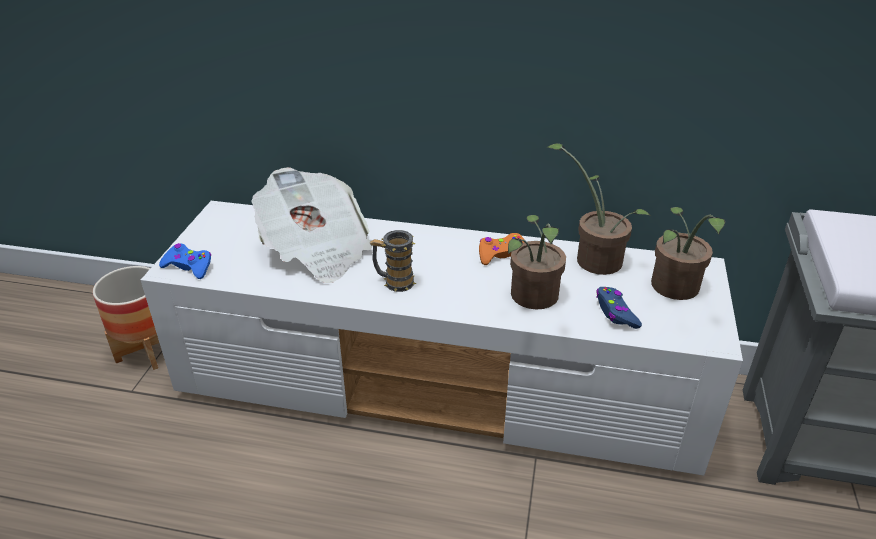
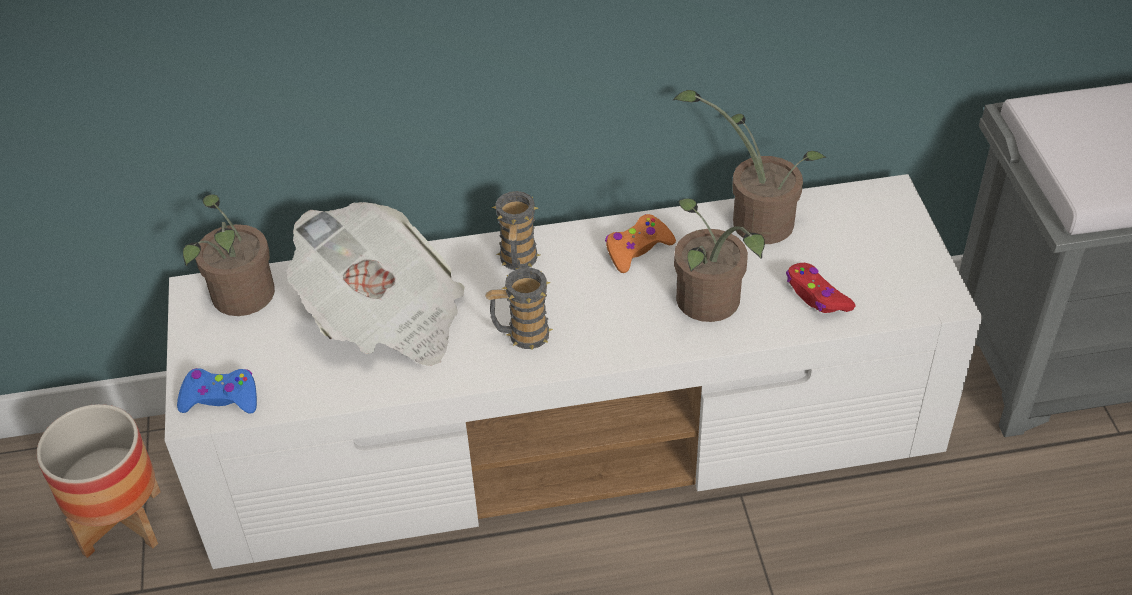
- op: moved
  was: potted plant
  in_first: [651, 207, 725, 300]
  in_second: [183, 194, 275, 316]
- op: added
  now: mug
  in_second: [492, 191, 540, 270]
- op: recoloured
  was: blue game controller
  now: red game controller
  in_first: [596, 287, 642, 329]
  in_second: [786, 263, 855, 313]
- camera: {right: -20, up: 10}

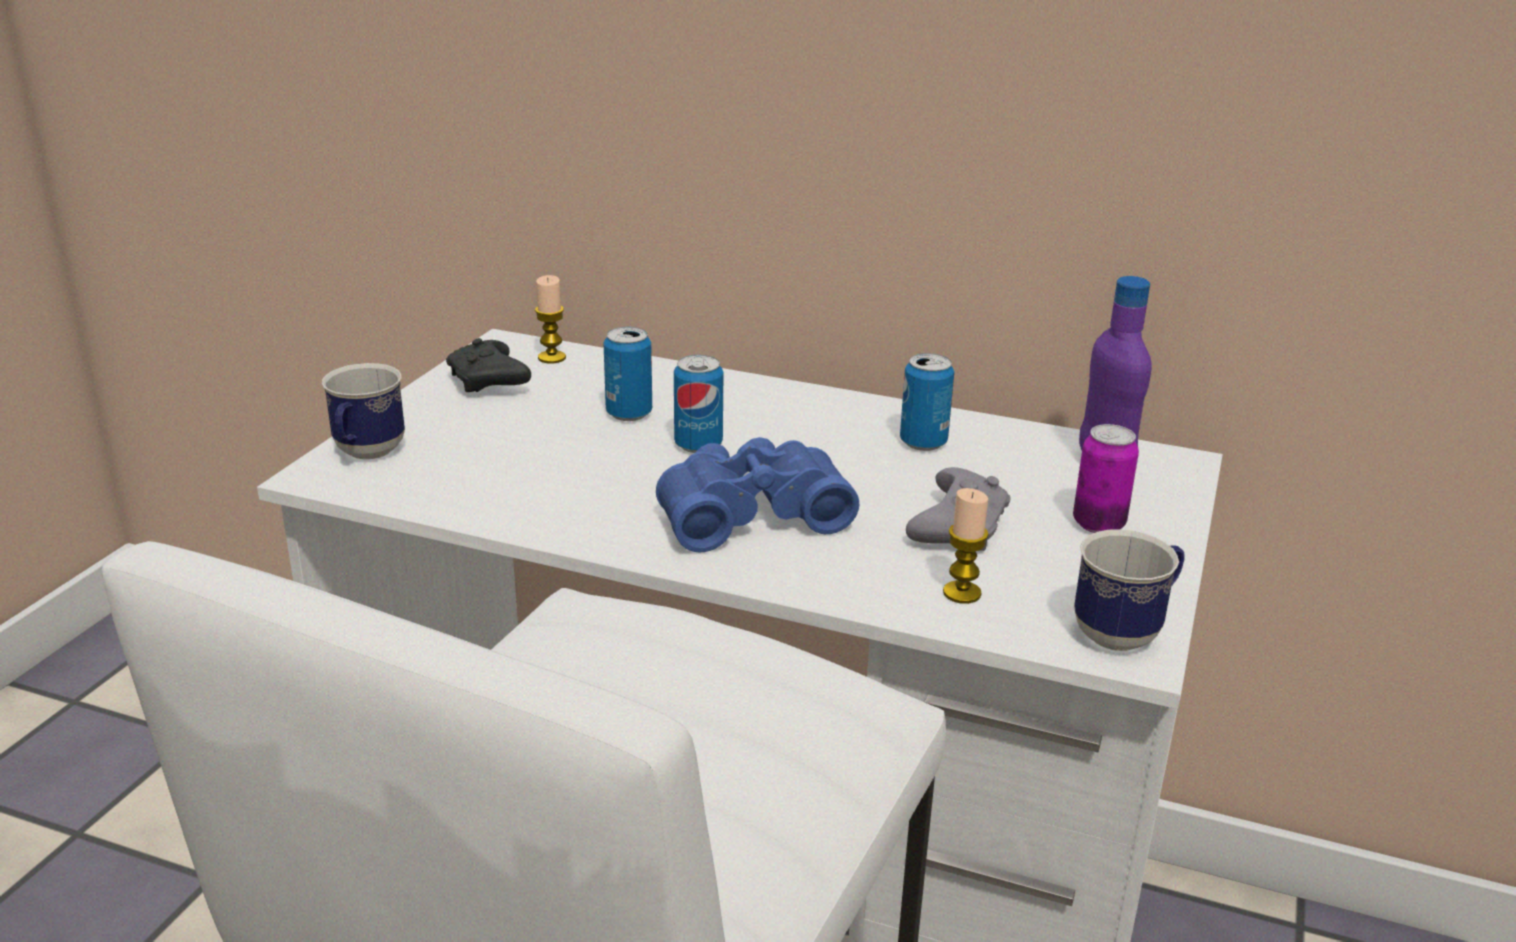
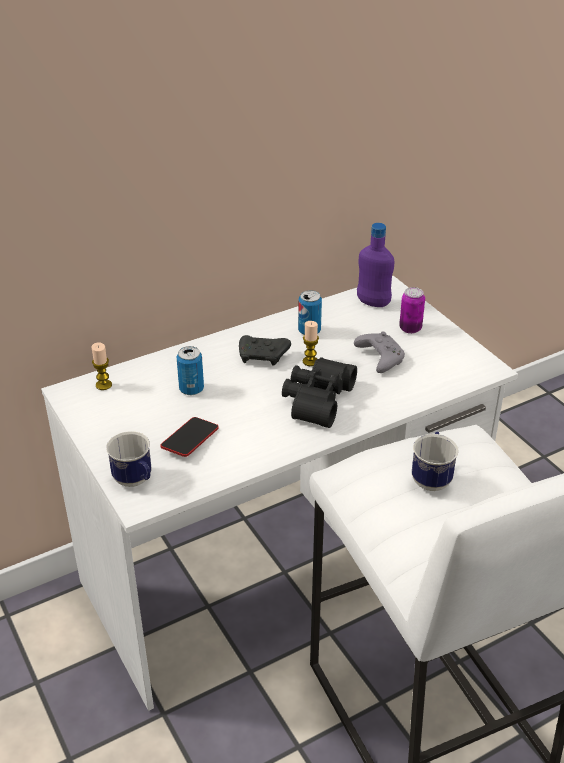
- op: added
  now: phone
  in_second: [161, 417, 219, 457]
- op: moved
  was: black game controller
  in_first: [446, 338, 531, 392]
  in_second: [239, 335, 291, 366]
- op: recoloured
  was: blue binoculars
  now: black binoculars
  in_first: [656, 437, 859, 552]
  in_second: [282, 357, 357, 428]
- op: moved
  was: candle
  in_first: [943, 488, 989, 604]
  in_second: [303, 321, 319, 366]
- op: moved
  was: mug
  in_first: [1074, 529, 1185, 651]
  in_second: [412, 432, 459, 491]
- op: removed
  was: can
  in_first: [674, 355, 723, 453]
- camera: {right: -50, up: 10}

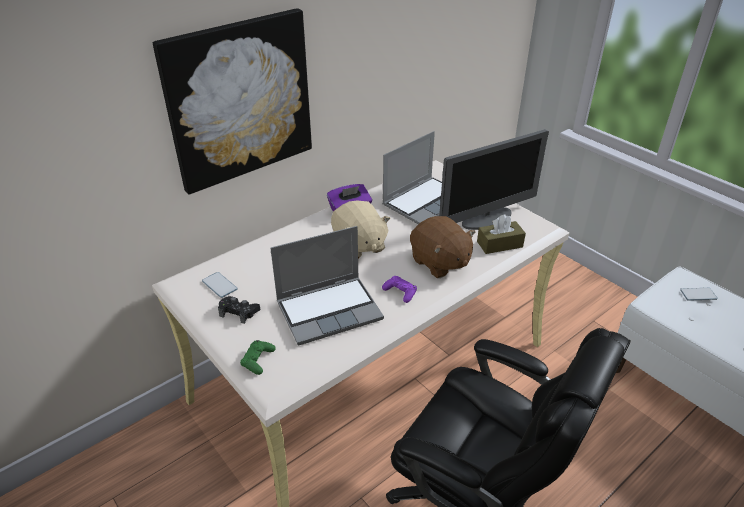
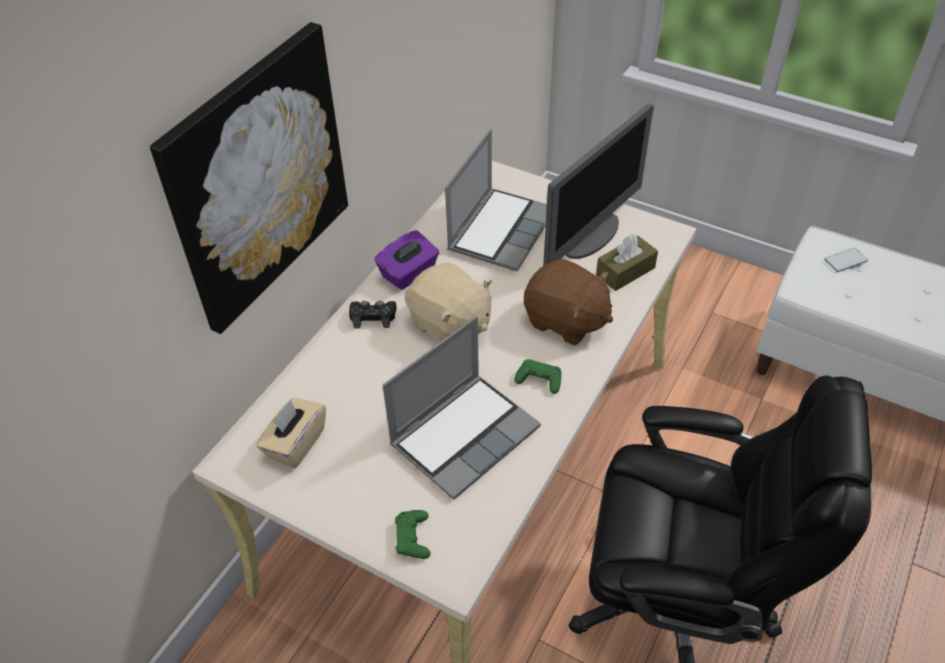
- op: replaced
  was: phone
  now: beige tissue box
  in_first: [202, 272, 238, 298]
  in_second: [256, 398, 326, 468]
- op: moved
  was: black game controller
  in_first: [218, 296, 260, 324]
  in_second: [349, 301, 397, 328]
- op: recoloured
  was: purple game controller
  now: green game controller
  in_first: [382, 276, 417, 303]
  in_second: [514, 359, 561, 394]
- camera: {right: -20, up: 10}

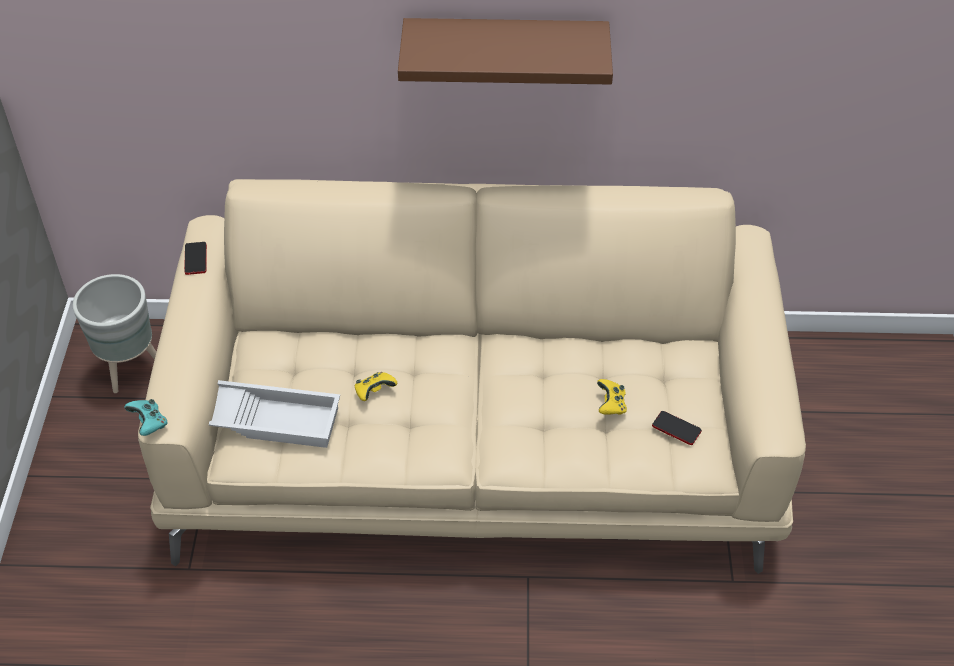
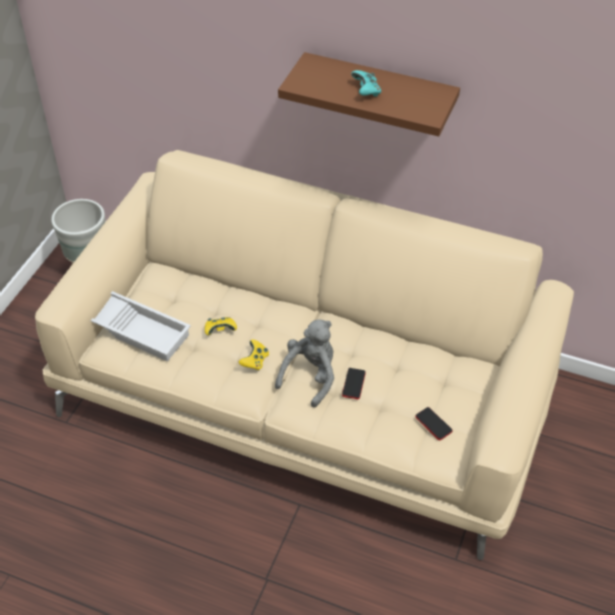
- op: moved
  was: yellow game controller
  in_first: [597, 379, 627, 415]
  in_second: [238, 339, 269, 370]
- op: added
  now: grey plush toy
  in_second: [275, 319, 334, 408]
- op: moved
  was: phone
  in_first: [184, 242, 207, 275]
  in_second: [342, 368, 366, 399]
- op: moved
  was: turquoise game controller
  in_first: [124, 399, 167, 436]
  in_second: [351, 70, 381, 97]
- camera: {right: 20, up: 0}

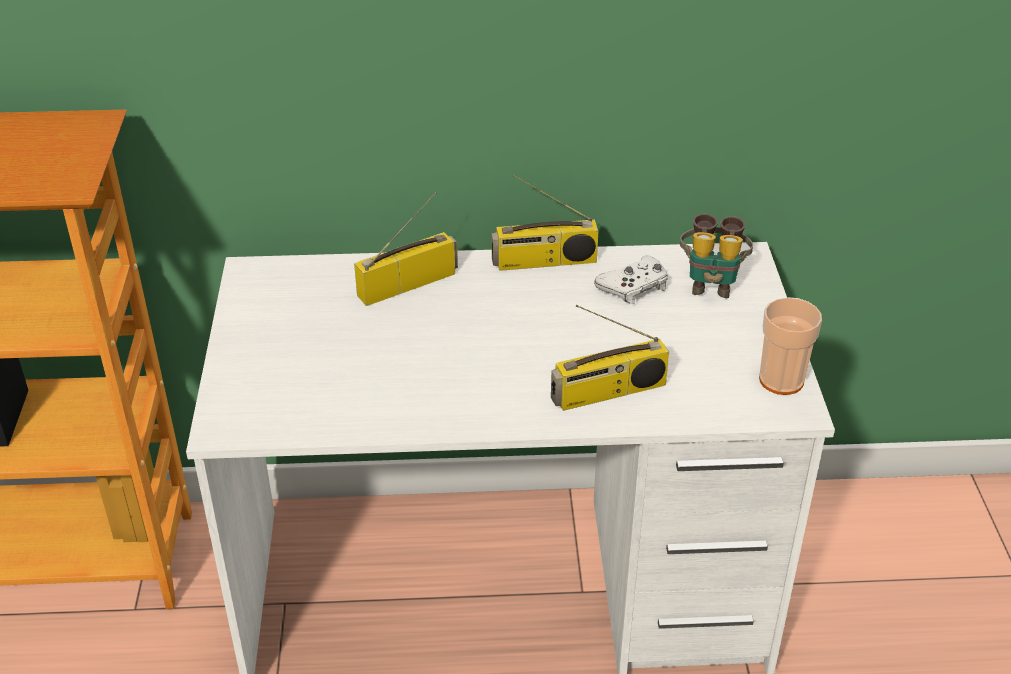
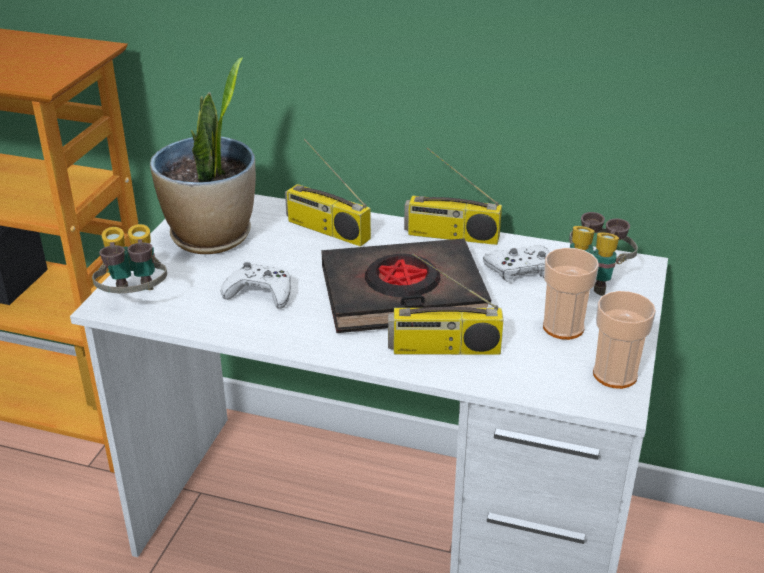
- op: added
  now: binoculars
  in_second: [92, 224, 167, 294]
- op: added
  now: potted plant
  in_second: [150, 57, 256, 254]
- op: added
  now: white game controller
  in_second: [221, 262, 291, 309]
- op: turned
  was: radio
  in_first: [354, 192, 458, 306]
  in_second: [285, 139, 371, 247]
  clockwise: -135
- op: added
  now: black book
  in_second: [322, 239, 491, 333]
- op: added
  now: cup
  in_second: [543, 248, 599, 340]
- camera: {right: 20, up: -5}

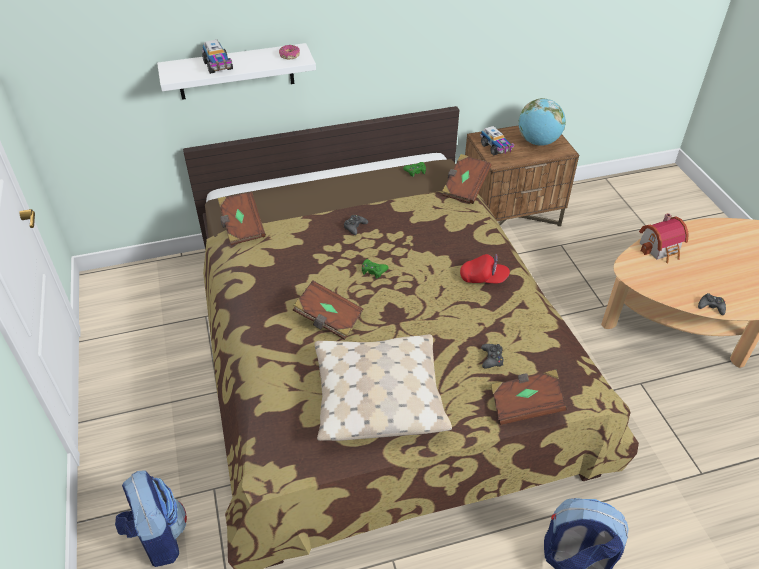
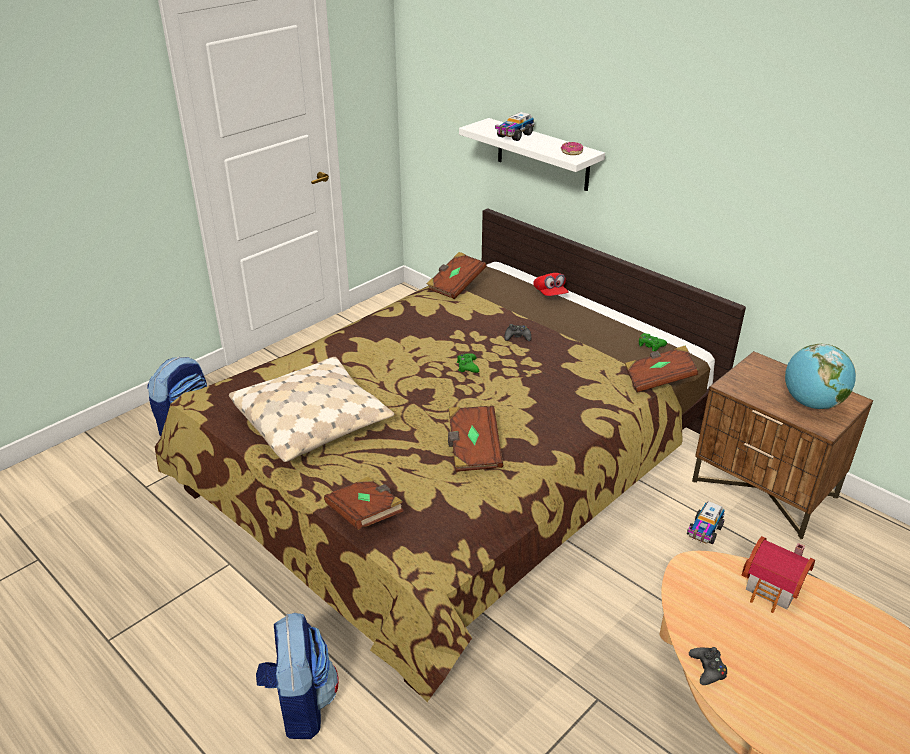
- op: moved
  was: brown book
  in_first: [293, 280, 363, 340]
  in_second: [448, 406, 503, 472]
- op: moved
  was: red cap
  in_first: [460, 254, 510, 283]
  in_second: [533, 273, 569, 296]
- op: moved
  was: toy truck
  in_first: [480, 126, 514, 156]
  in_second: [687, 501, 725, 544]
- op: removed
  was: black game controller
  in_first: [481, 344, 504, 368]
- camera: {right: 60, up: -10}

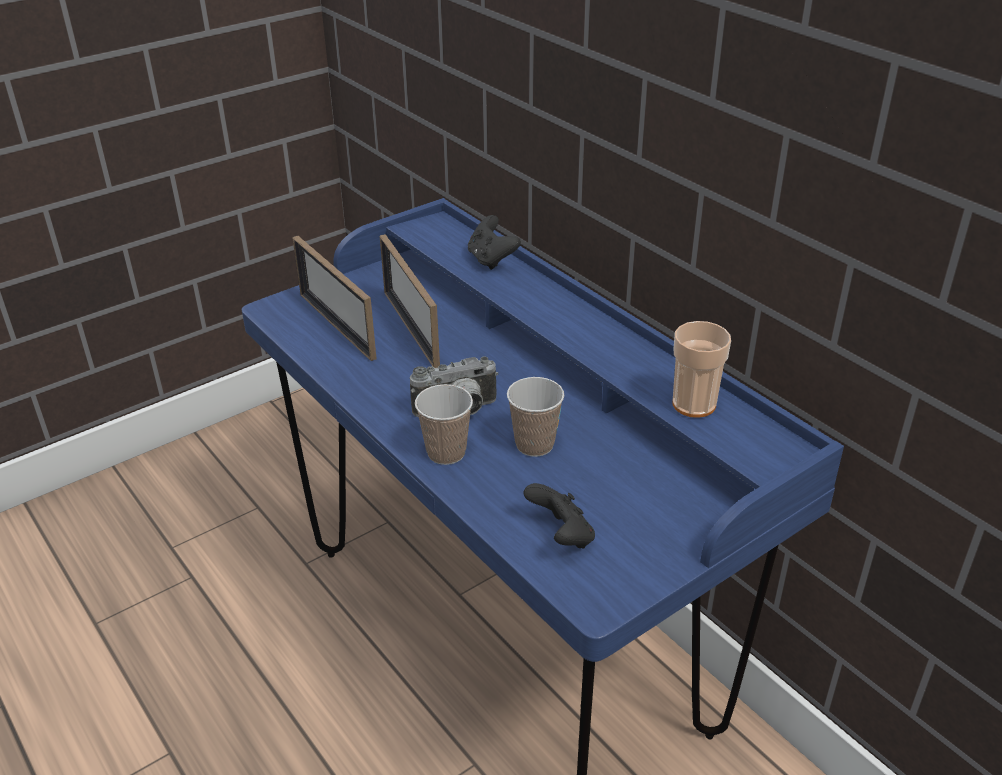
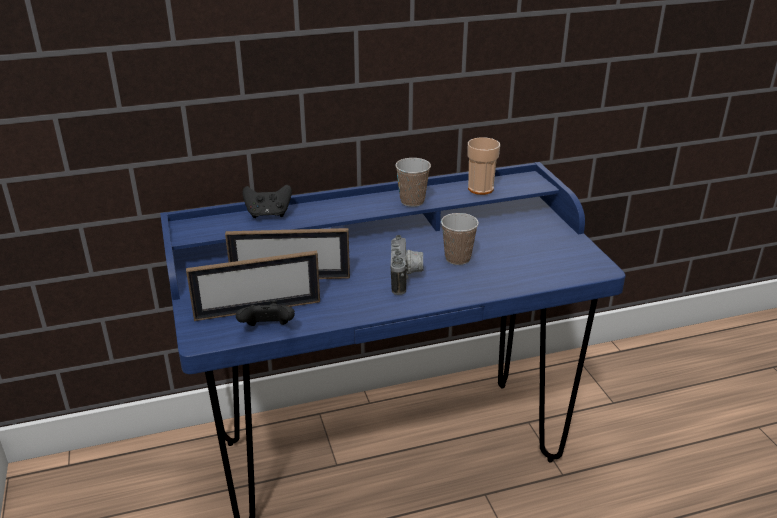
- op: moved
  was: black game controller
  in_first: [524, 483, 595, 548]
  in_second: [236, 301, 295, 326]
- op: moved
  was: cup
  in_first: [415, 384, 473, 465]
  in_second: [395, 158, 431, 207]
- camera: {right: -70, up: -5}

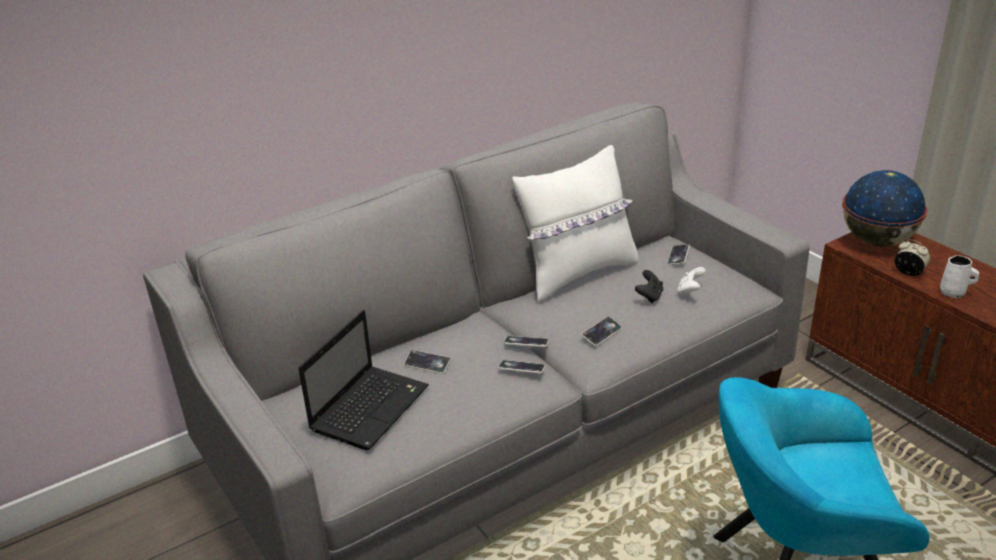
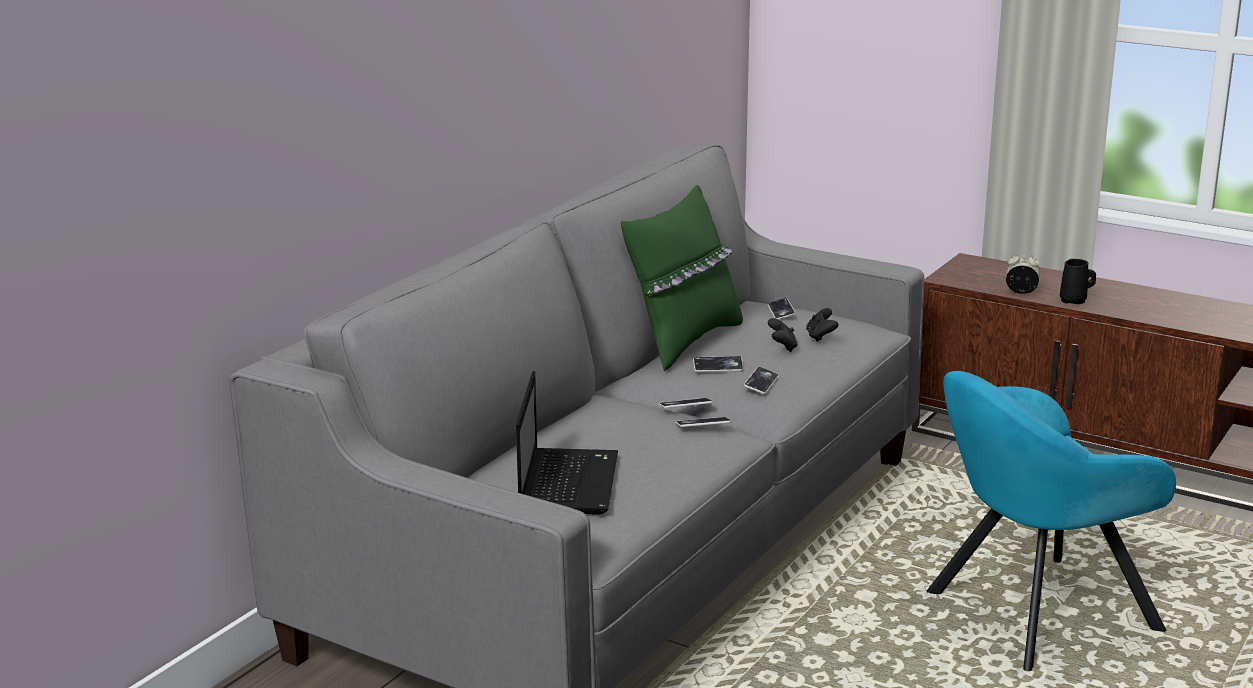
- op: recoloured
  was: white pillow
  now: green pillow
  in_first: [512, 145, 639, 302]
  in_second: [621, 185, 743, 371]
- op: moved
  was: phone
  in_first: [404, 350, 451, 374]
  in_second: [693, 356, 744, 372]
- op: recoloured
  was: white game controller
  now: black game controller
  in_first: [678, 267, 706, 296]
  in_second: [806, 308, 838, 342]
- op: recoloured
  was: white mug
  now: black mug
  in_first: [940, 255, 979, 298]
  in_second: [1060, 259, 1096, 304]
- op: removed
  was: globe
  in_first: [842, 170, 927, 247]
- camera: {right: -25, up: -10}

